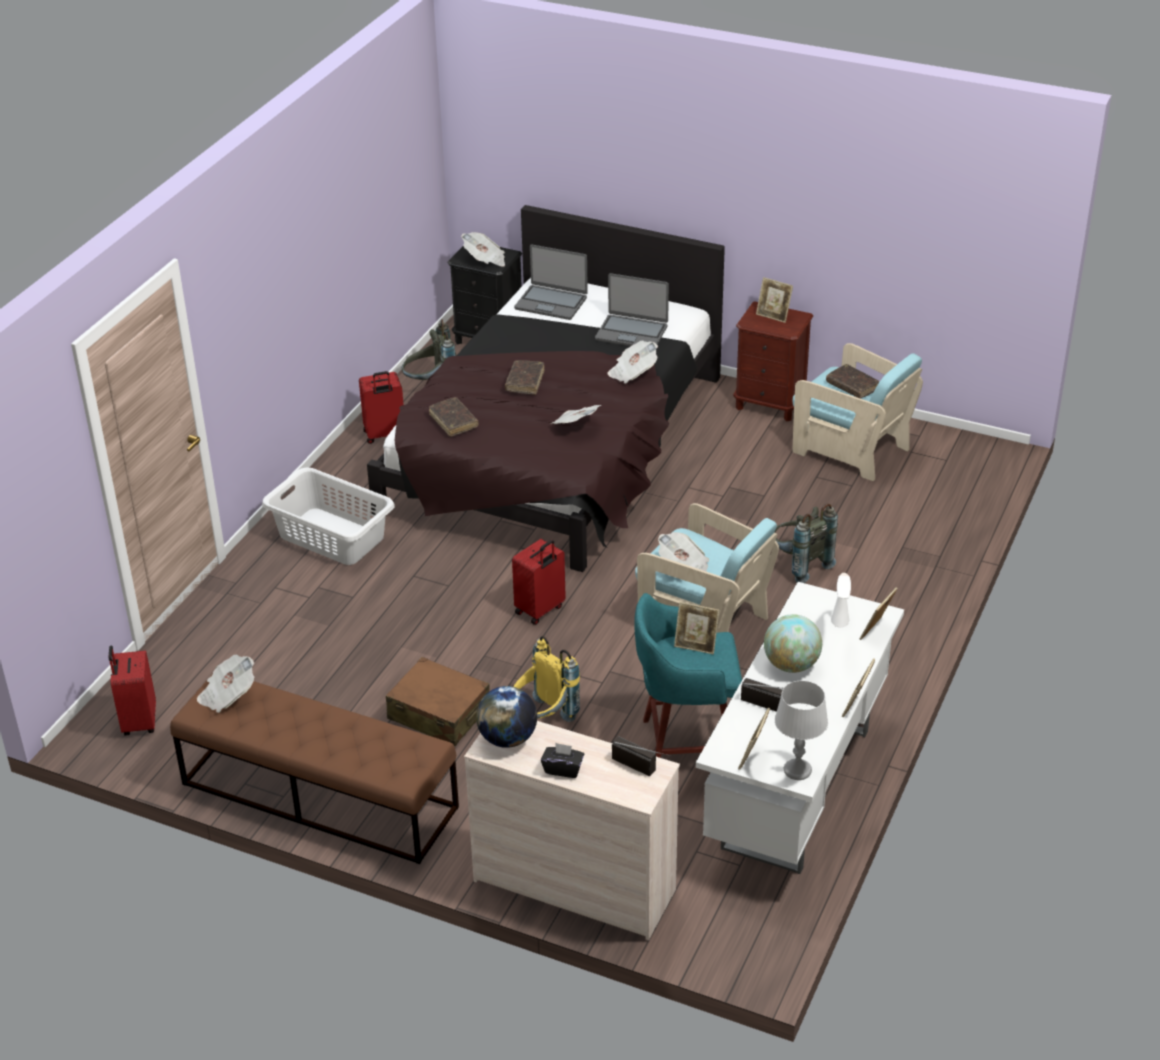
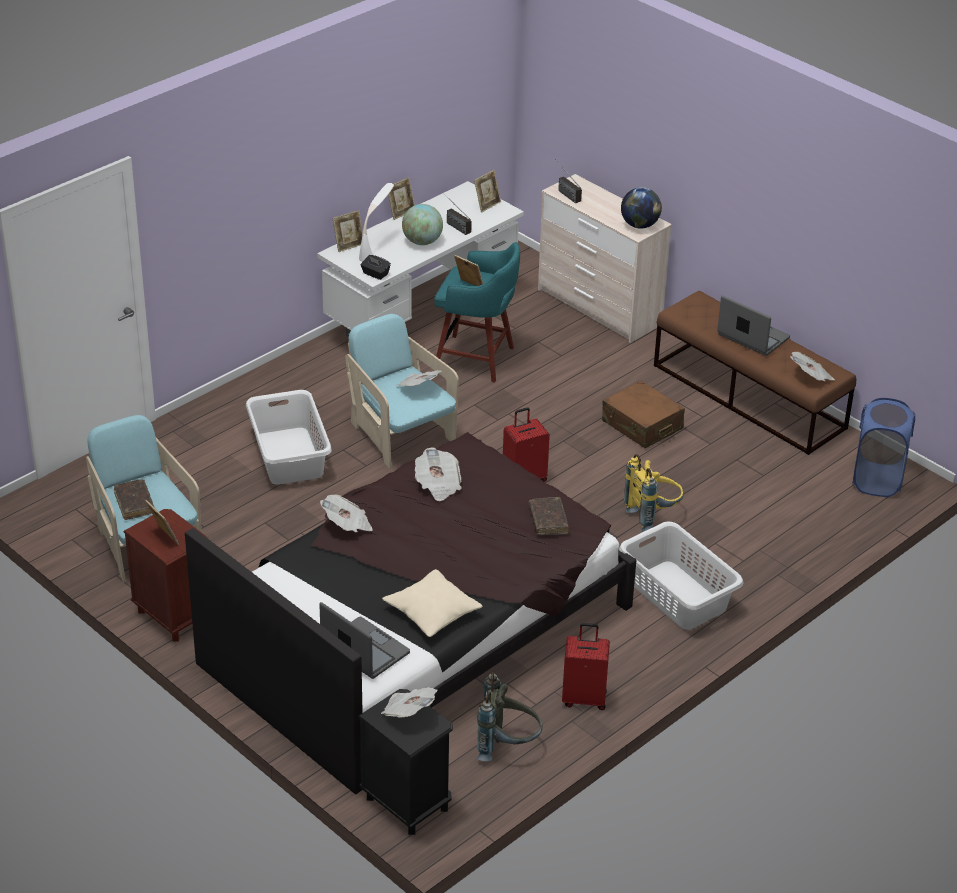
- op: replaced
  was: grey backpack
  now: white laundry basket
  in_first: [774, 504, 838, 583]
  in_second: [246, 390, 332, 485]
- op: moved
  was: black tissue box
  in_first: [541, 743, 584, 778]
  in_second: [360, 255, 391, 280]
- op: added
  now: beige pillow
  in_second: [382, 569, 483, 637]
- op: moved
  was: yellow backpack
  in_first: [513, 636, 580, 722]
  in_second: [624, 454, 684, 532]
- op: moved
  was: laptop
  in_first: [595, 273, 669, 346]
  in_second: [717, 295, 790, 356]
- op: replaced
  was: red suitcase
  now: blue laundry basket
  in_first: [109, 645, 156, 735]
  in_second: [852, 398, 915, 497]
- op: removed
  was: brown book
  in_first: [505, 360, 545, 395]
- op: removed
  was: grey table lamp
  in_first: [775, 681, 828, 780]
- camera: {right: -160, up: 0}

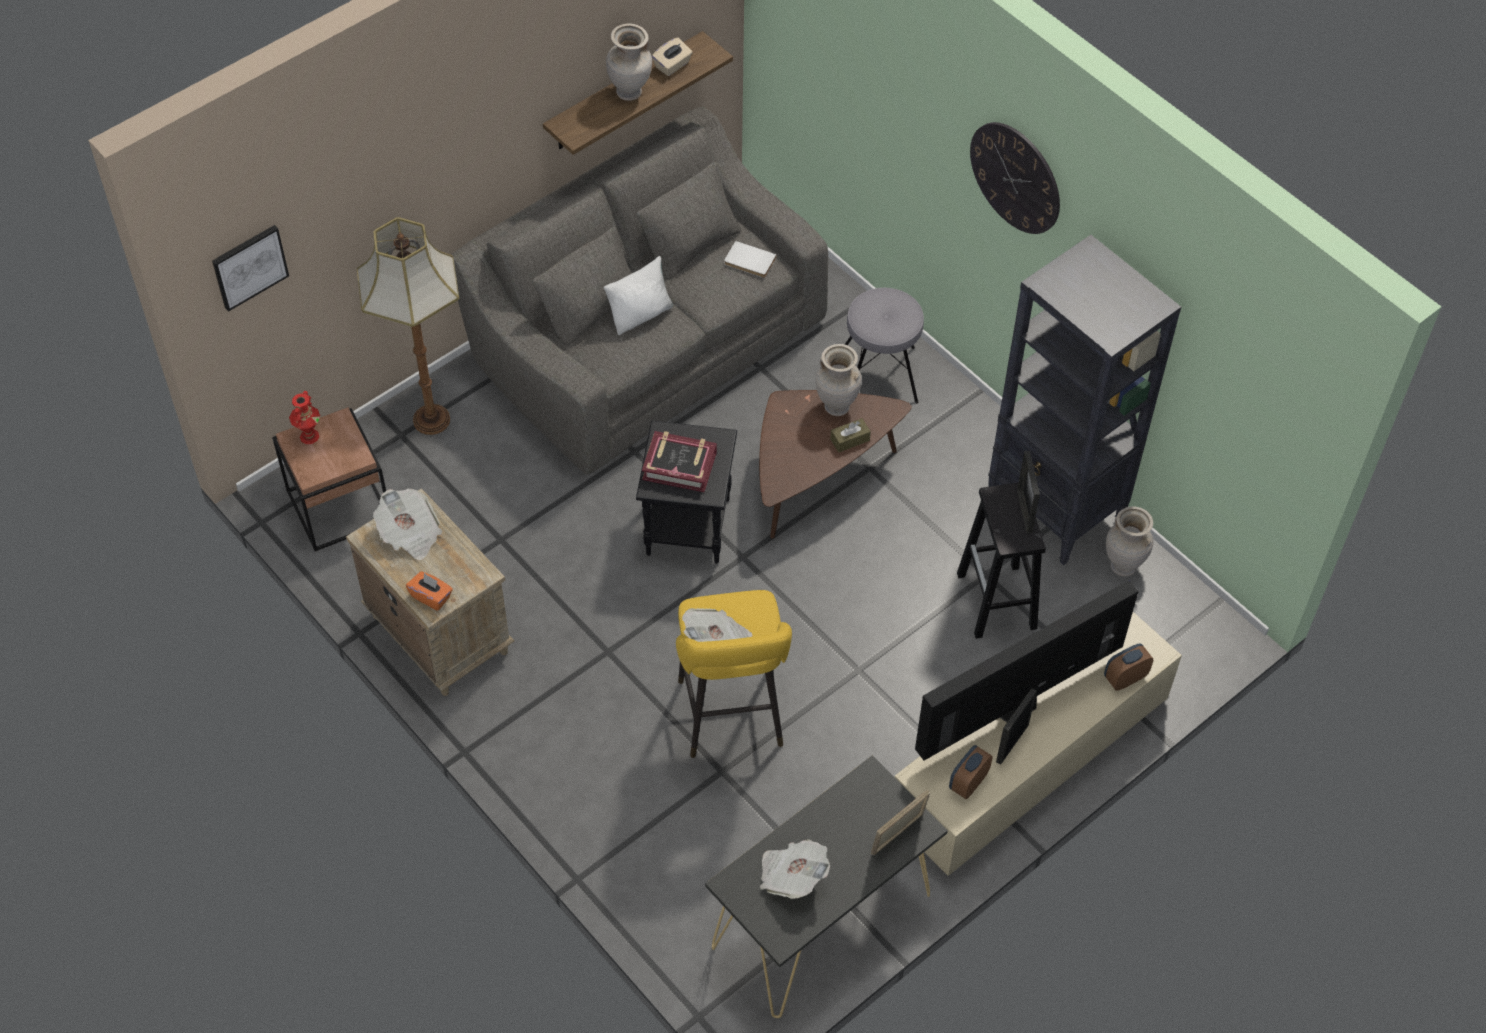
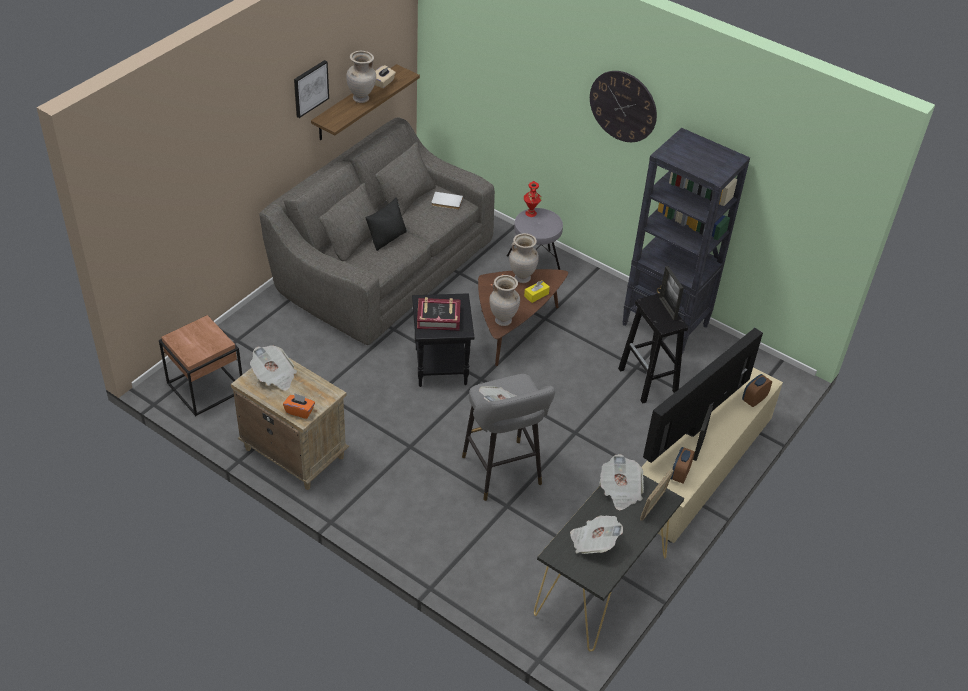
- op: moved
  was: picture
  in_first: [212, 225, 289, 312]
  in_second: [294, 60, 329, 118]
- op: recoloured
  was: white pillow
  now: black pillow
  in_first: [603, 256, 673, 335]
  in_second: [366, 197, 407, 251]
- op: recoloured
  was: yellow stool
  now: grey stool
  in_first: [676, 590, 792, 758]
  in_second: [462, 374, 555, 501]
- op: moved
  was: beige vase
  in_first: [1106, 506, 1153, 577]
  in_second: [489, 275, 520, 326]
- op: moved
  was: red vase
  in_first: [289, 391, 320, 444]
  in_second: [524, 181, 541, 217]
- op: recoloured
  was: brown tissue box
  now: yellow tissue box
  in_first: [830, 418, 871, 452]
  in_second: [524, 280, 550, 303]
- op: added
  now: newspaper
  in_second: [599, 454, 644, 510]
- op: removed
  was: floor lamp
  in_first: [357, 217, 459, 435]
- camera: {right: -15, up: -10}

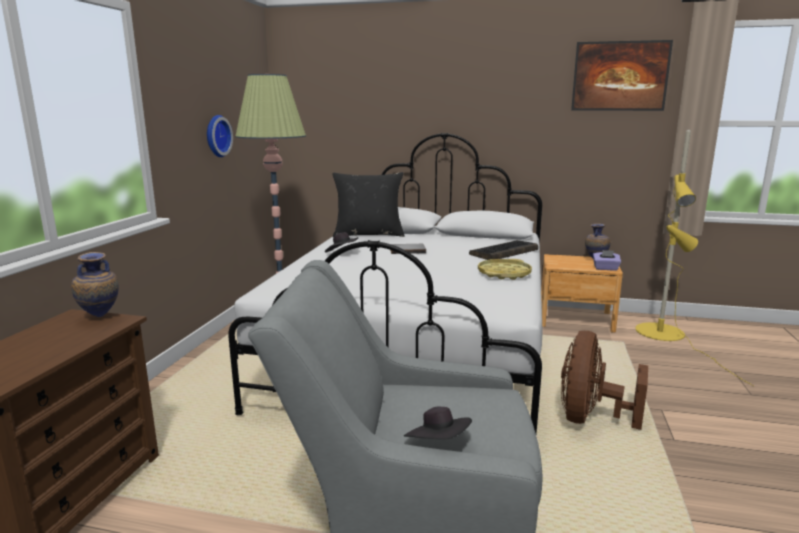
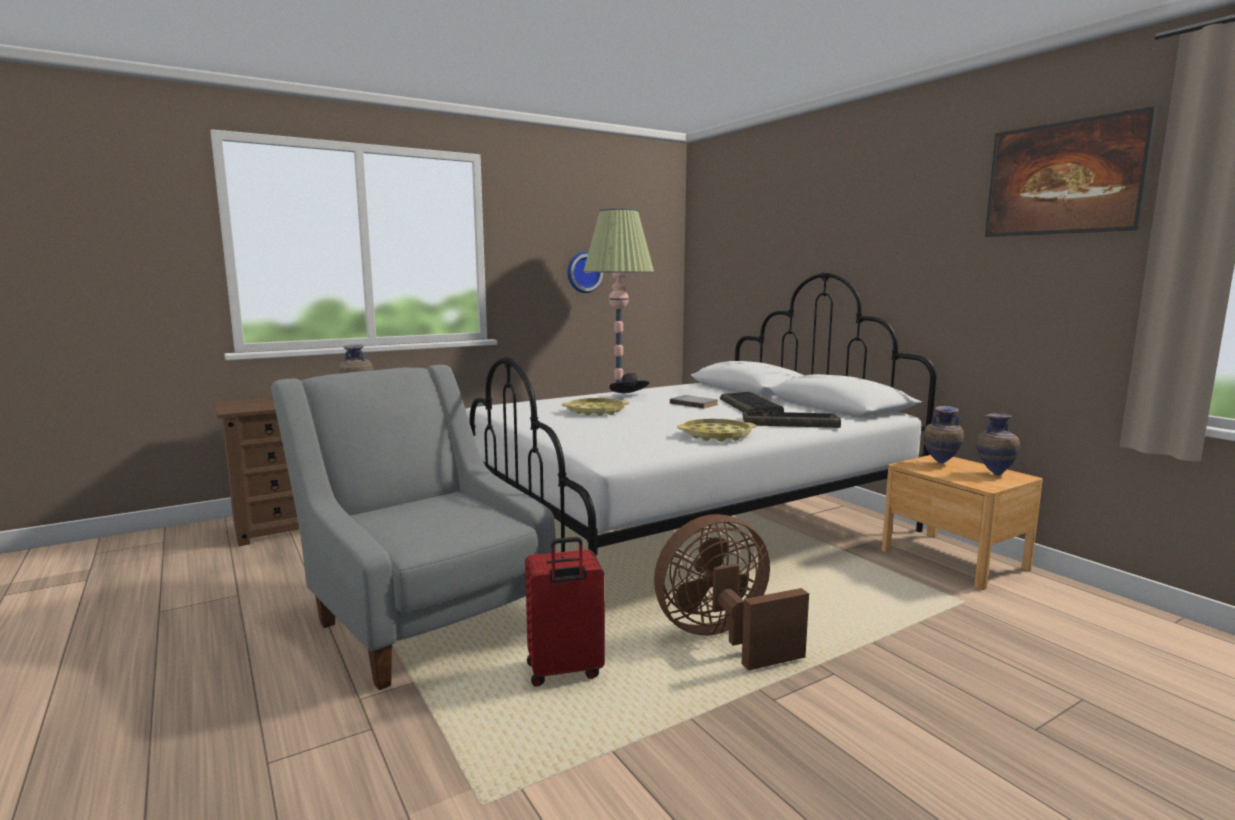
- op: added
  now: red suitcase
  in_second: [525, 537, 605, 687]
- op: added
  now: yellow tray
  in_second: [562, 398, 630, 416]
- op: added
  now: keyboard
  in_second: [720, 392, 784, 412]
- op: added
  now: vase
  in_second: [923, 406, 964, 463]
- op: removed
  was: black pillow
  in_first: [332, 172, 404, 237]
- op: removed
  was: black hat
  in_first: [404, 407, 472, 440]
- op: removed
  was: purple tissue box
  in_first: [593, 250, 621, 271]
- op: removed
  was: yellow floor lamp
  in_first: [635, 130, 754, 386]
- camera: {right: 45, up: -5}

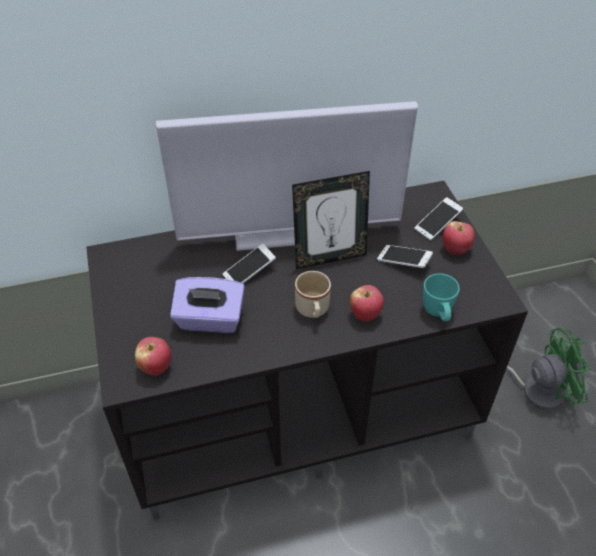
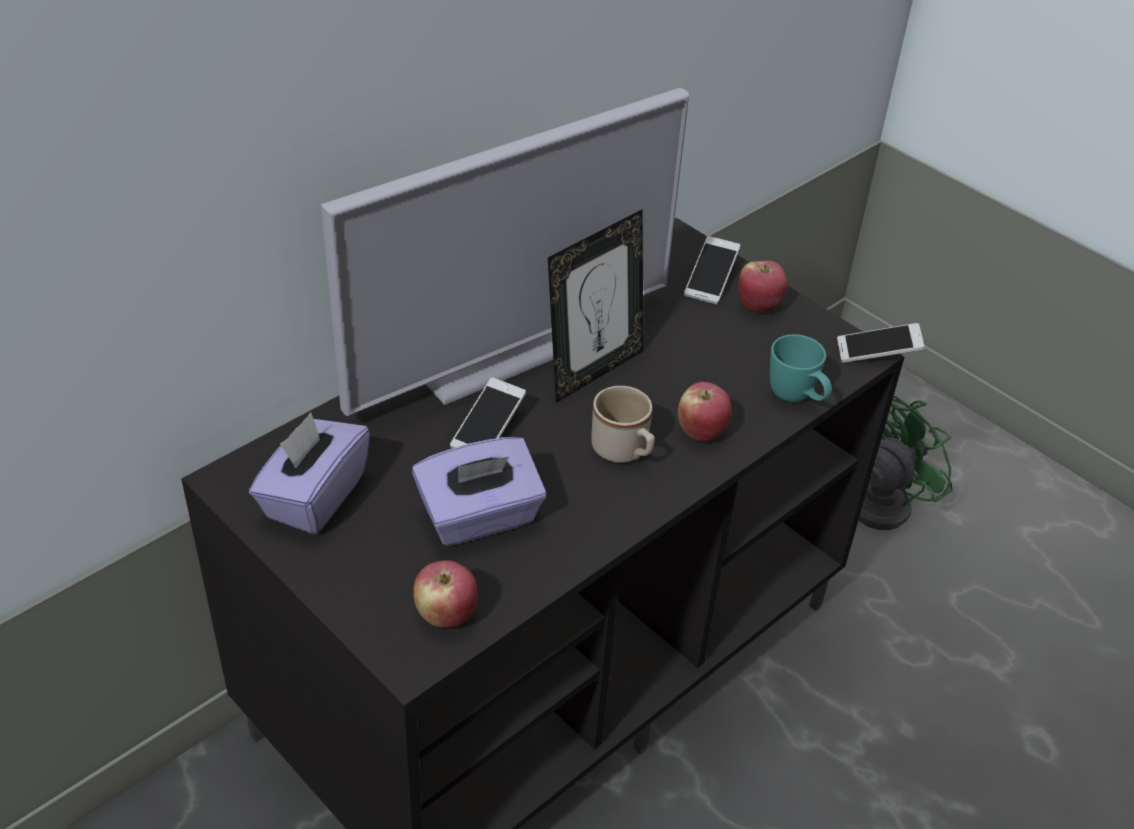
- op: added
  now: purple tissue box
  in_second: [249, 413, 370, 535]
- op: moved
  was: phone
  in_first: [377, 245, 433, 268]
  in_second: [837, 323, 925, 363]
- camera: {right: -30, up: -5}

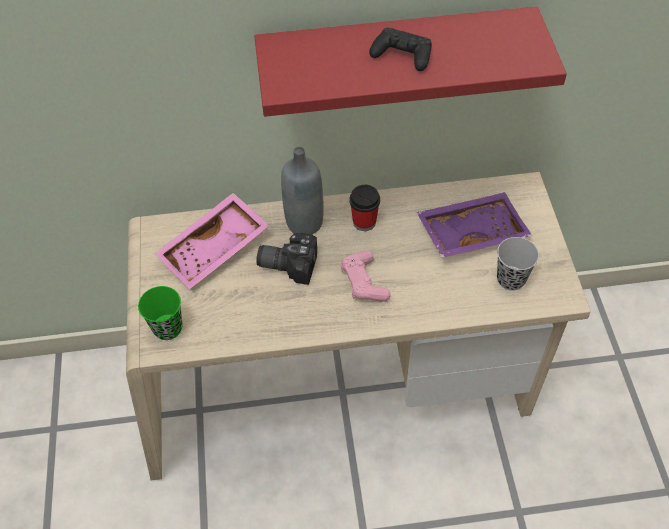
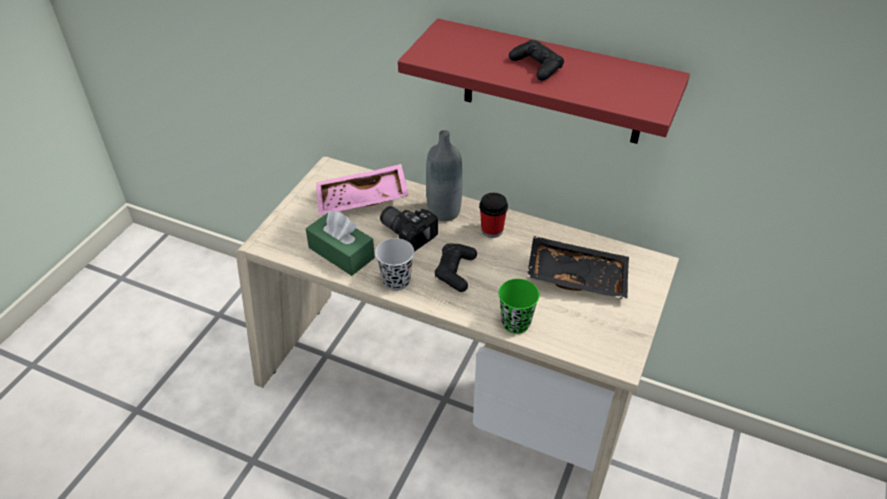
- op: added
  now: green tissue box
  in_second: [306, 211, 375, 276]
- op: moved
  was: black cup
  in_first: [497, 237, 539, 290]
  in_second: [375, 238, 414, 291]
- op: recoloured
  was: pink game controller
  now: black game controller
  in_first: [341, 251, 391, 302]
  in_second: [435, 243, 477, 292]
- op: moved
  was: green cup
  in_first: [138, 286, 183, 340]
  in_second: [498, 279, 540, 334]
- op: recoloured
  was: purple tray
  now: black tray
  in_first: [417, 192, 532, 258]
  in_second: [527, 236, 629, 300]
- camera: {right: 30, up: -10}

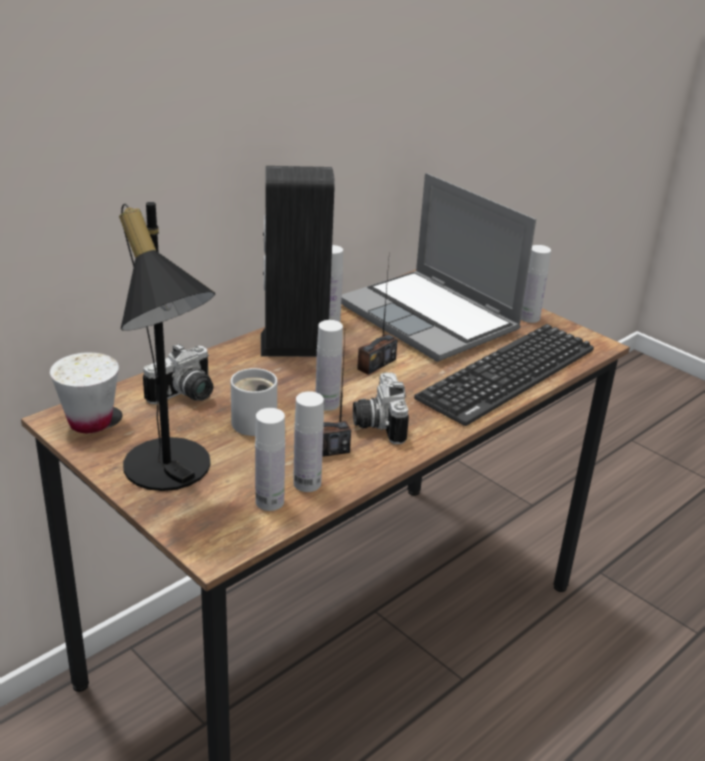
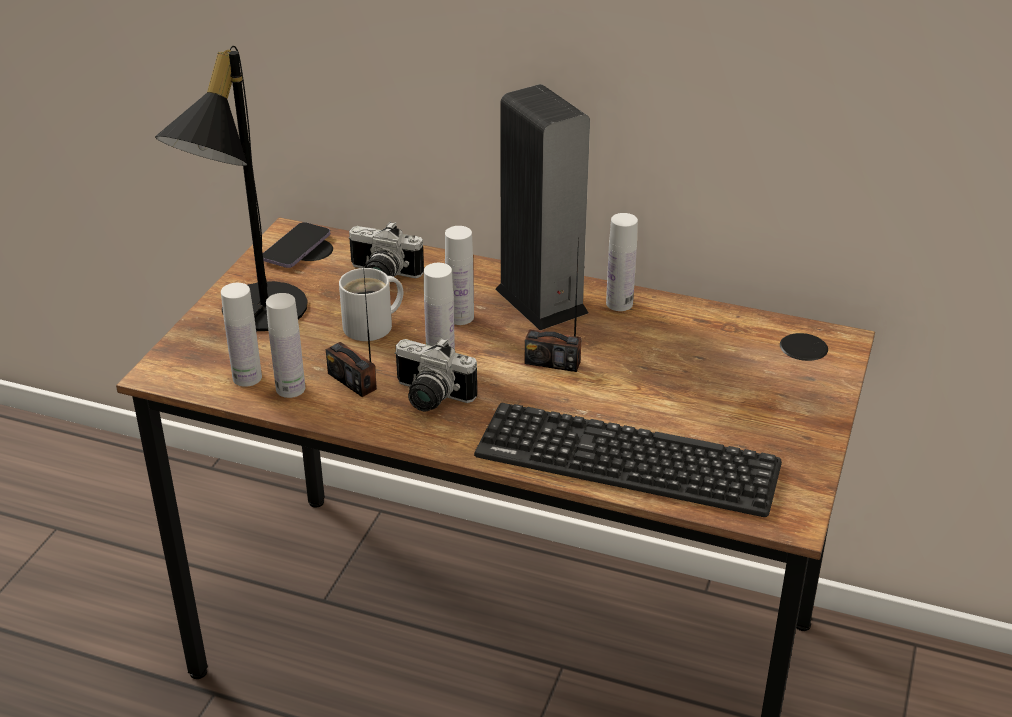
- op: replaced
  was: white cup
  now: phone
  in_first: [50, 352, 119, 433]
  in_second: [263, 222, 330, 268]
- op: turned
  was: photo camera
  in_first: [353, 372, 409, 444]
  in_second: [395, 338, 477, 412]
  clockwise: -120
- op: moved
  was: white bottle
  in_first: [521, 245, 551, 323]
  in_second: [445, 226, 474, 325]
- op: removed
  was: laptop
  in_first: [341, 173, 536, 362]
- camera: {right: 65, up: 5}

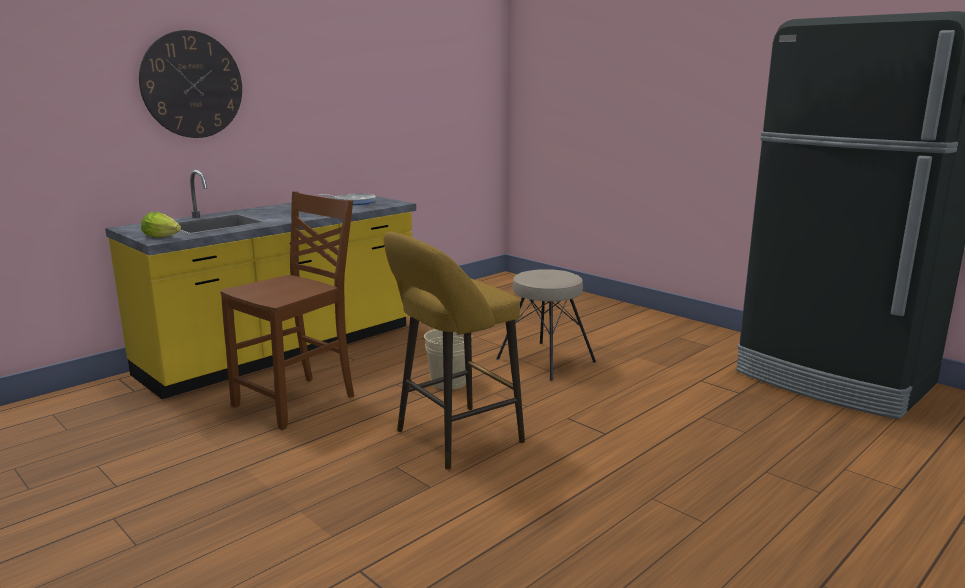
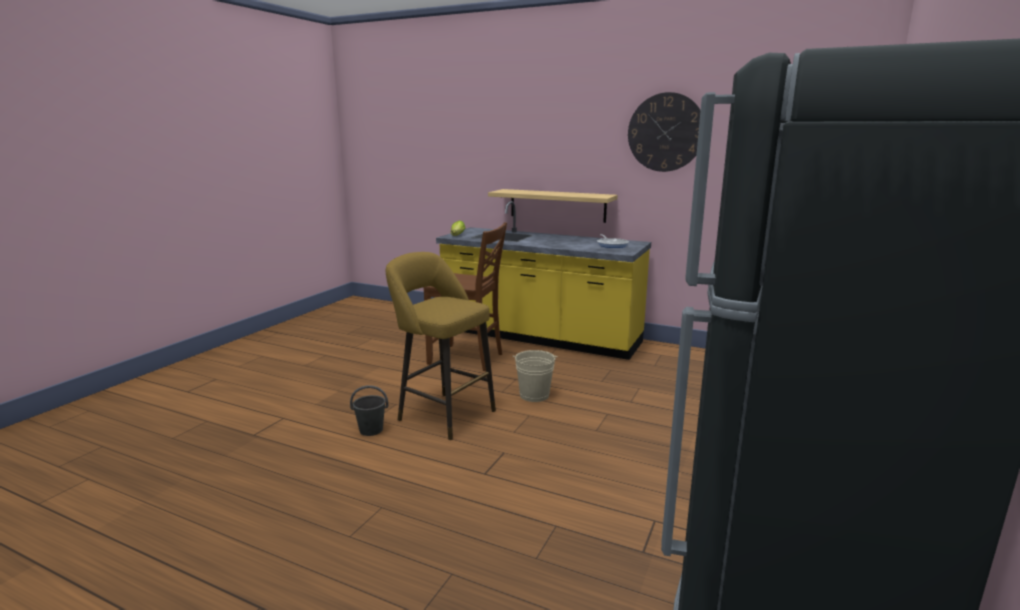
- op: added
  now: grey bucket
  in_second: [350, 385, 388, 436]
- op: added
  now: shelf
  in_second: [488, 189, 618, 223]
- op: moved
  was: wall clock
  in_first: [139, 30, 242, 138]
  in_second: [628, 92, 701, 172]
- op: removed
  was: beige stool
  in_first: [496, 269, 596, 381]
- camera: {right: 70, up: 0}

